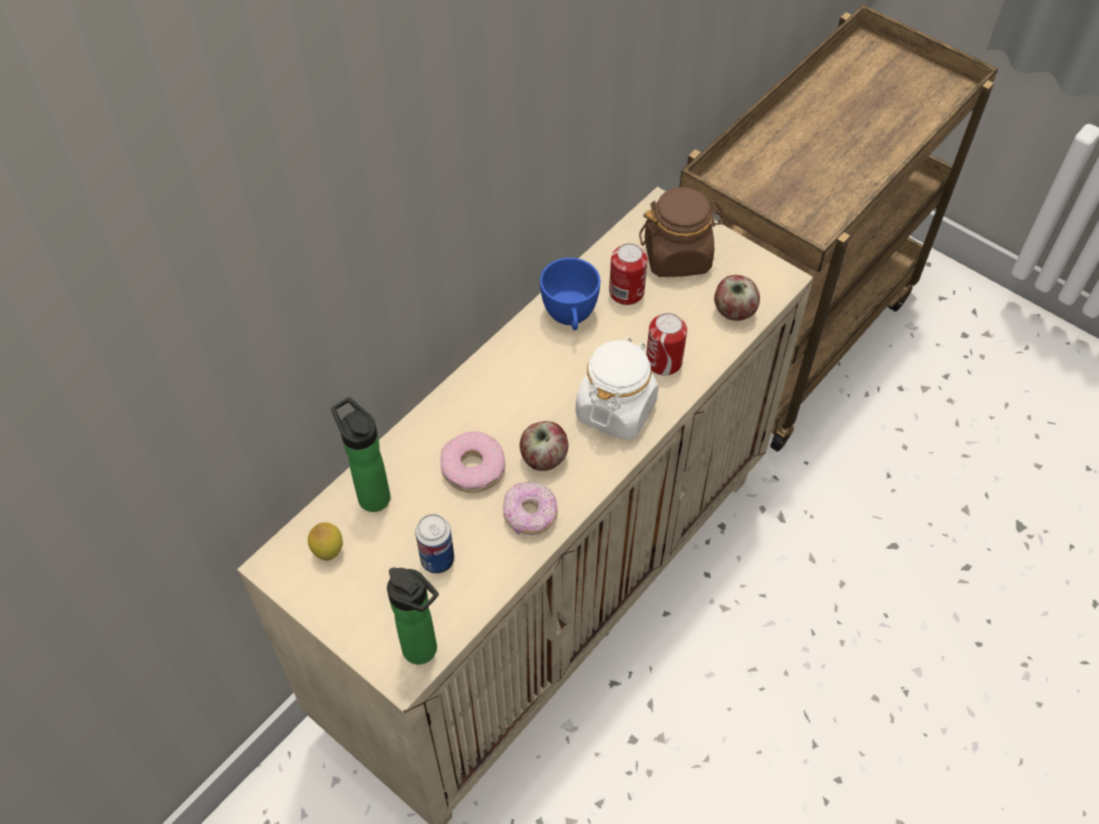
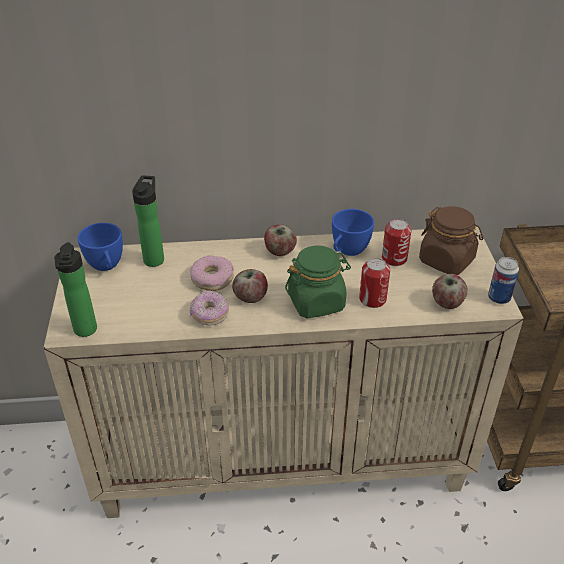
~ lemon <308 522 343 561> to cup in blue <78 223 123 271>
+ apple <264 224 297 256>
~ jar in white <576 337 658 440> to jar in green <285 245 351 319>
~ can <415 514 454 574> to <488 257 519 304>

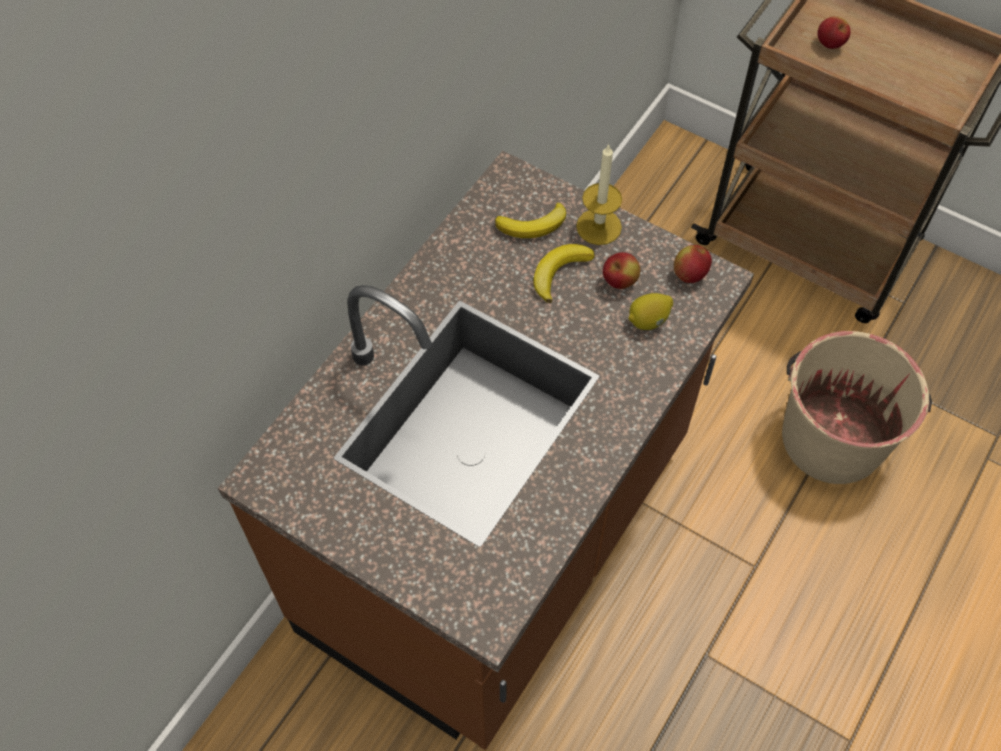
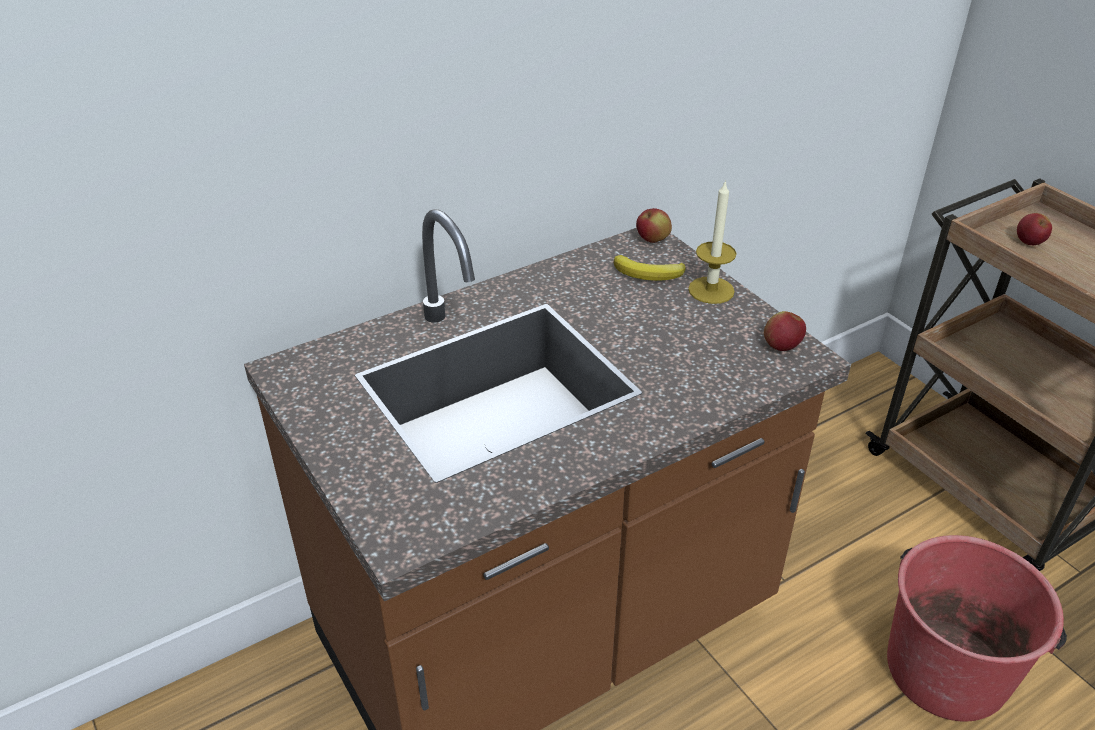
~ apple <603 252 641 289> to <636 208 672 243>
~ bucket in beige <782 331 932 484> to bucket in red <887 535 1067 721>
- banana <534 244 595 303>
- lemon <629 293 673 330>

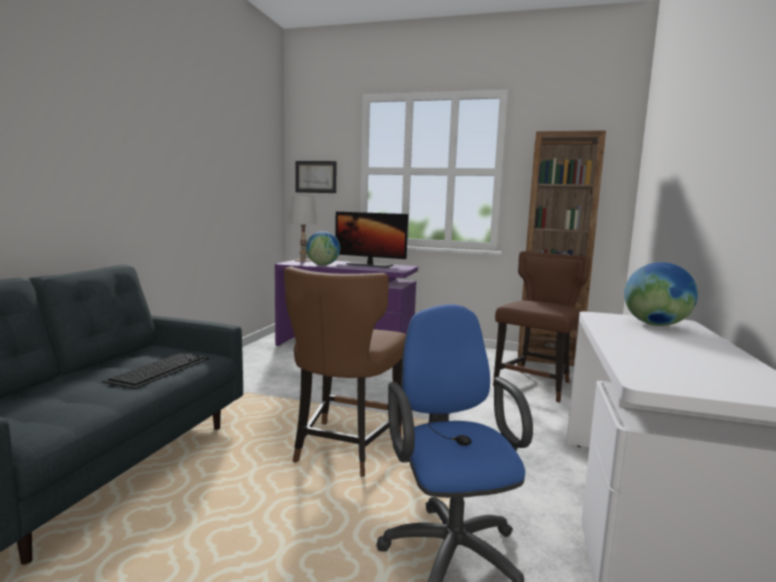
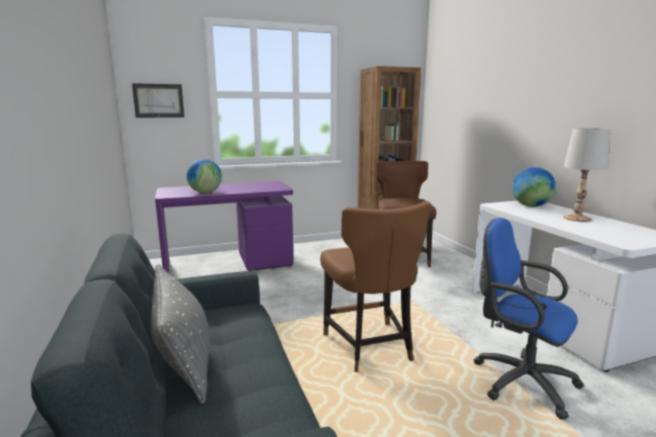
+ pillow in grey <150 264 210 404>
~ table lamp in white <290 196 317 262> to <564 128 610 222>
- keyboard <102 353 209 389>
- monitor <335 212 408 268>

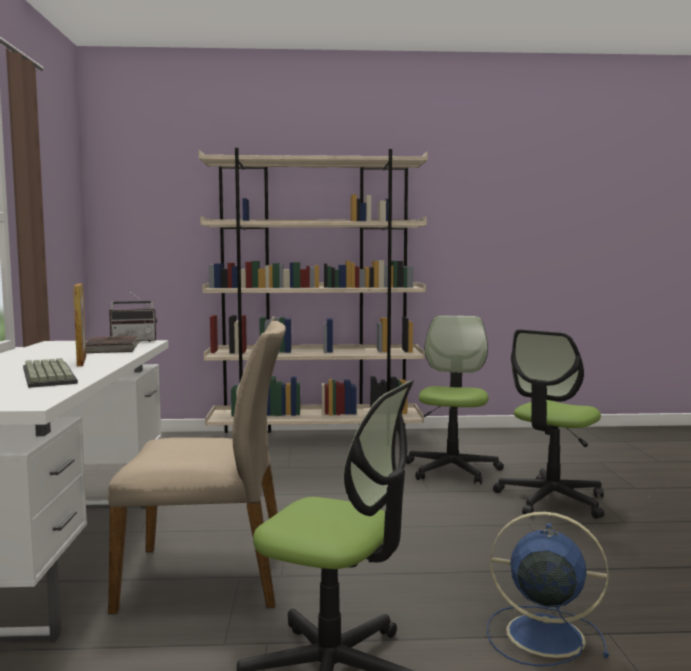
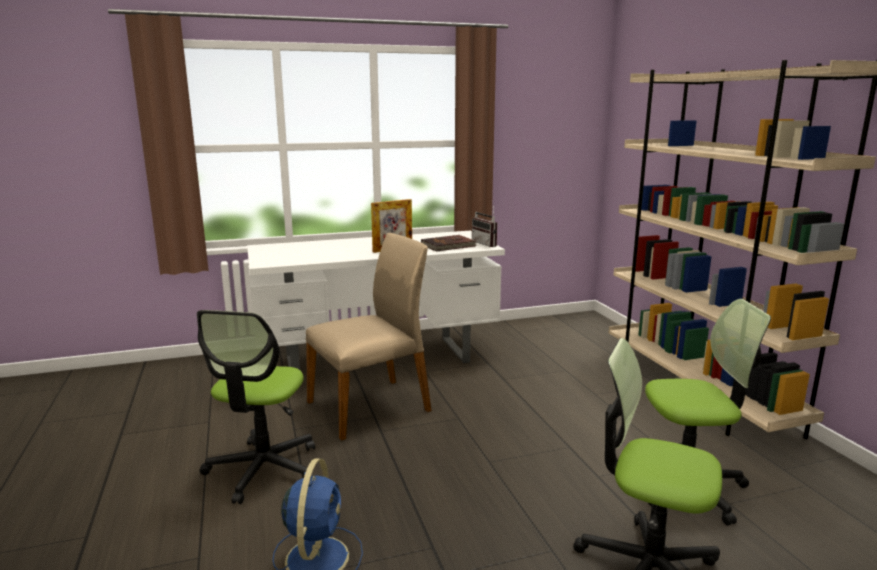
~ chair in beige <108 321 286 614> = <306 233 432 441> 105 degrees counterclockwise
- keyboard <23 358 78 388>

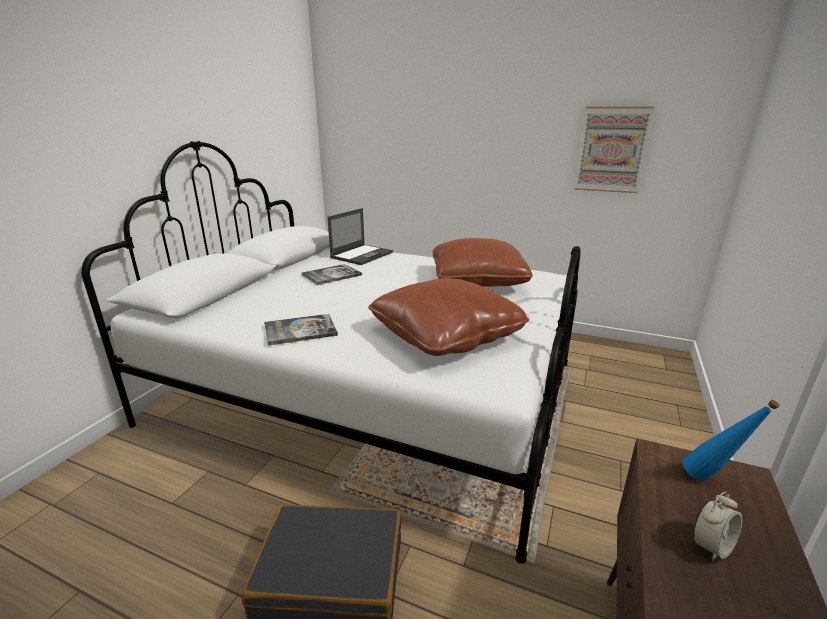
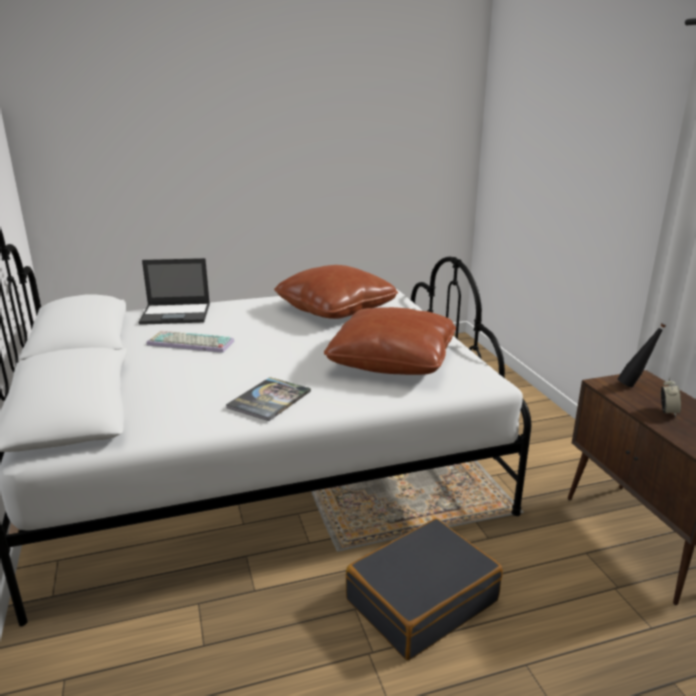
~ laptop <327 208 393 265> = <139 258 210 325> 90 degrees clockwise
~ book <301 264 362 285> to keyboard <146 331 234 353>
~ bottle in blue <682 400 780 481> to bottle in black <618 323 666 387>
- picture <574 106 654 193>

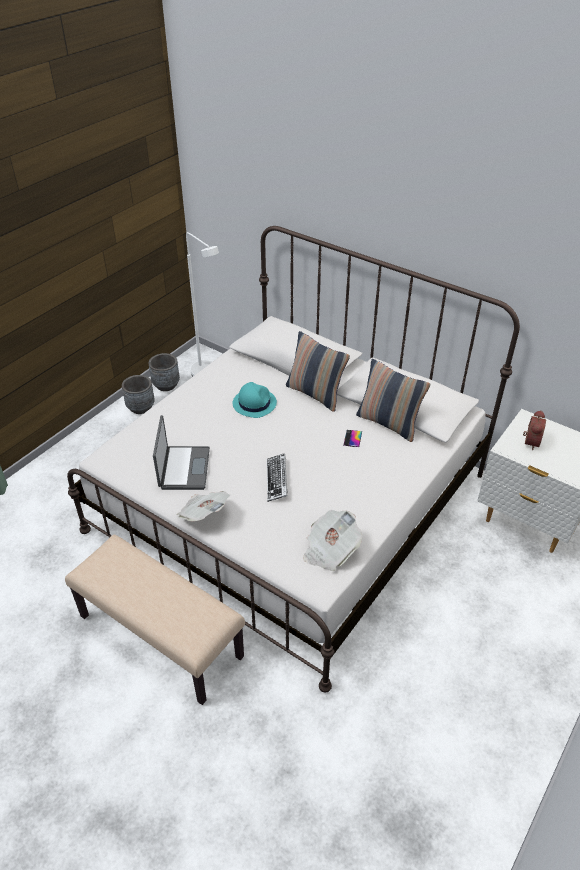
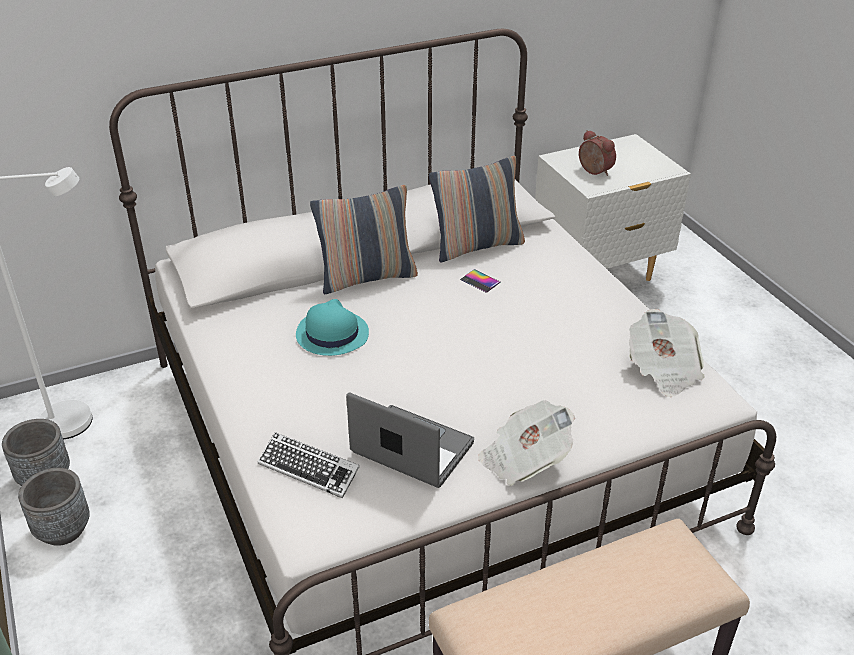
~ keyboard <266 453 288 502> to <257 432 360 498>

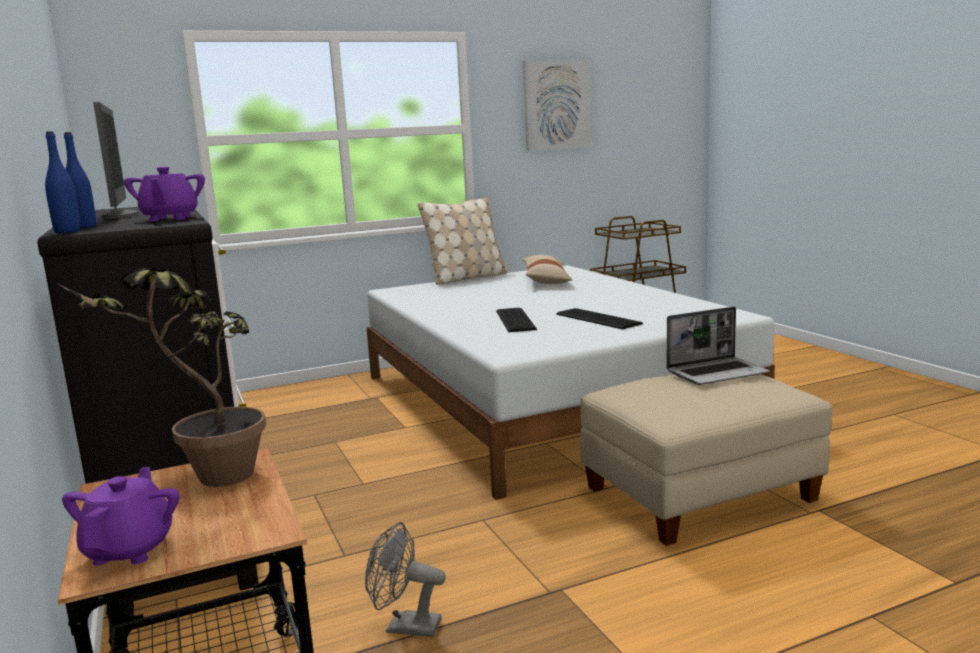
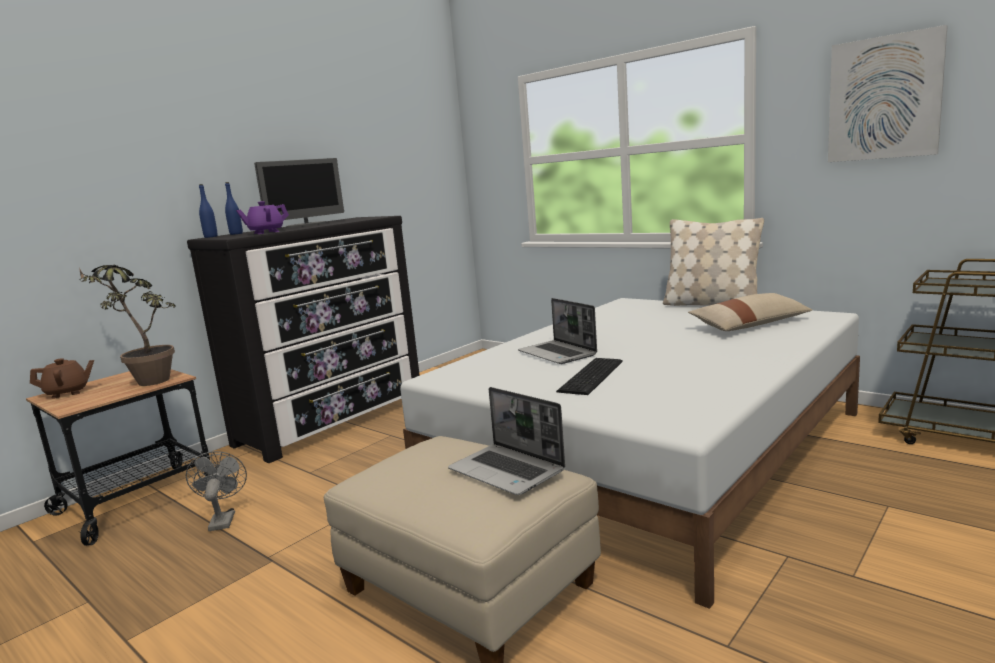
~ teapot in purple <62 467 179 566> to teapot in brown <30 358 94 399>
~ keyboard <496 308 537 332> to laptop <518 298 597 364>

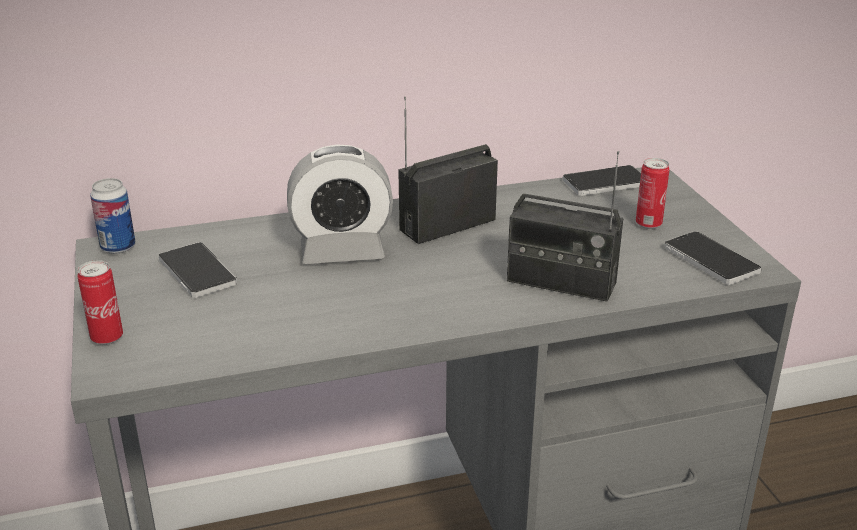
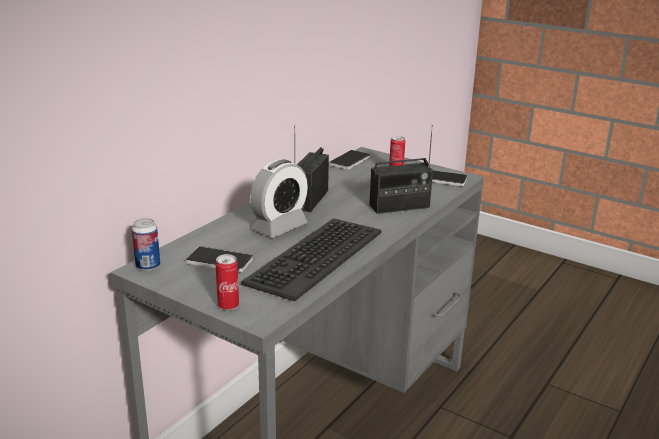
+ keyboard <241 218 382 301>

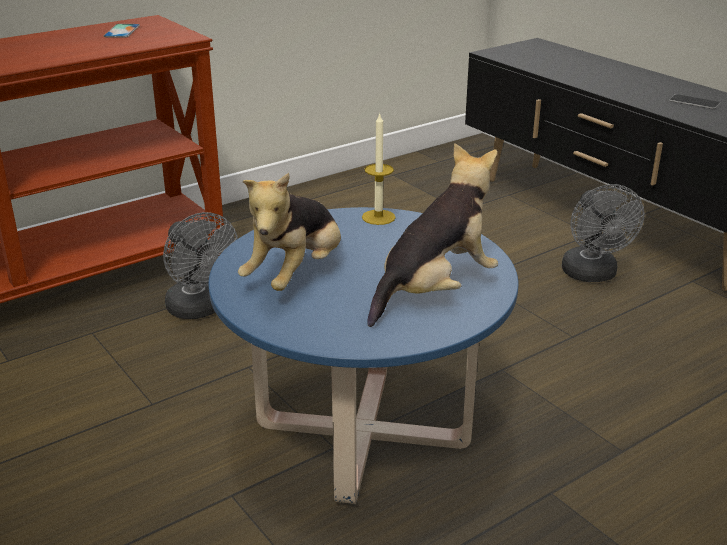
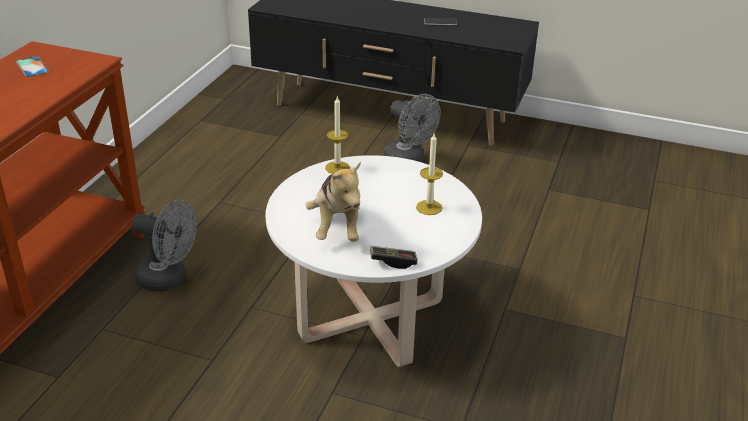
~ coffee table in blue <208 207 519 504> to coffee table in white <266 155 482 367>
+ game controller <370 246 418 269>
~ plush toy <367 143 498 327> to candle <416 134 443 215>

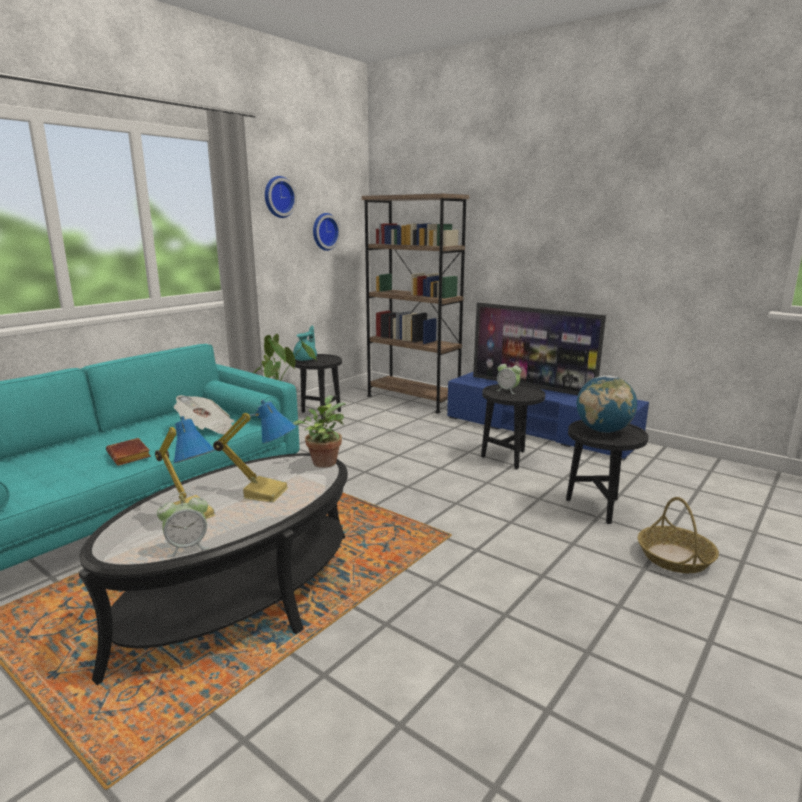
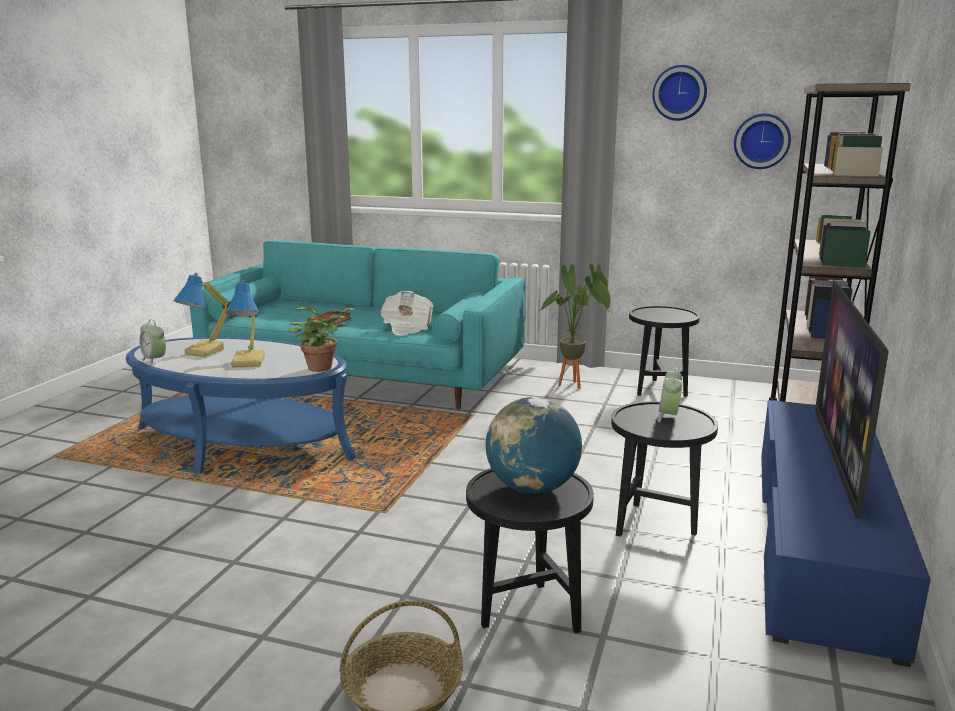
~ coffee table in black <79 453 348 685> to coffee table in blue <126 337 356 474>
- teapot in turquoise <293 326 317 361>

